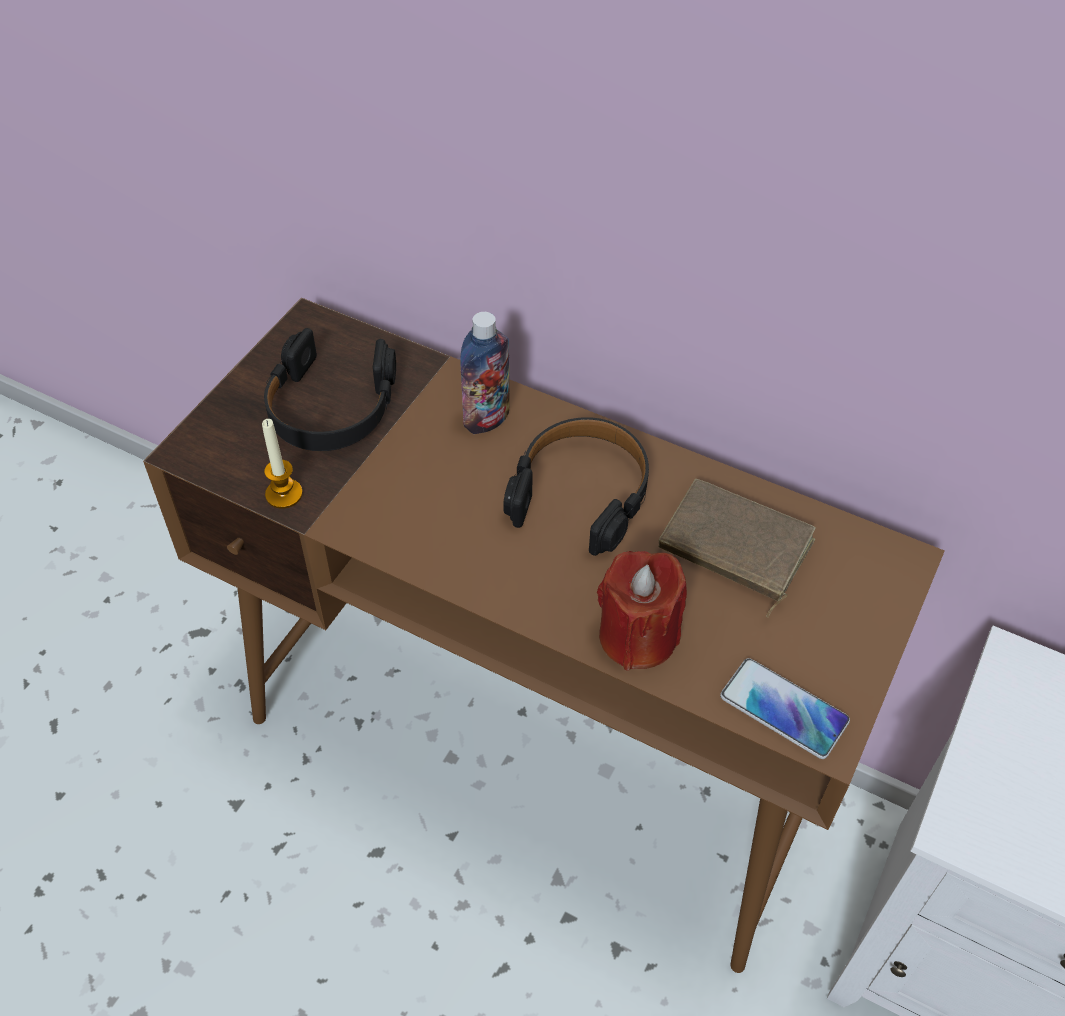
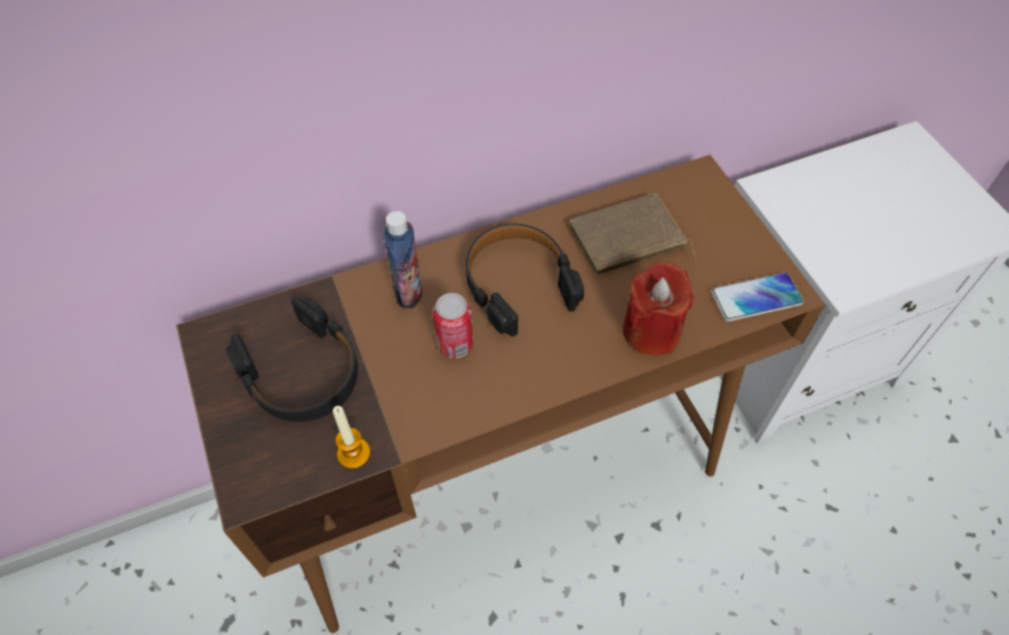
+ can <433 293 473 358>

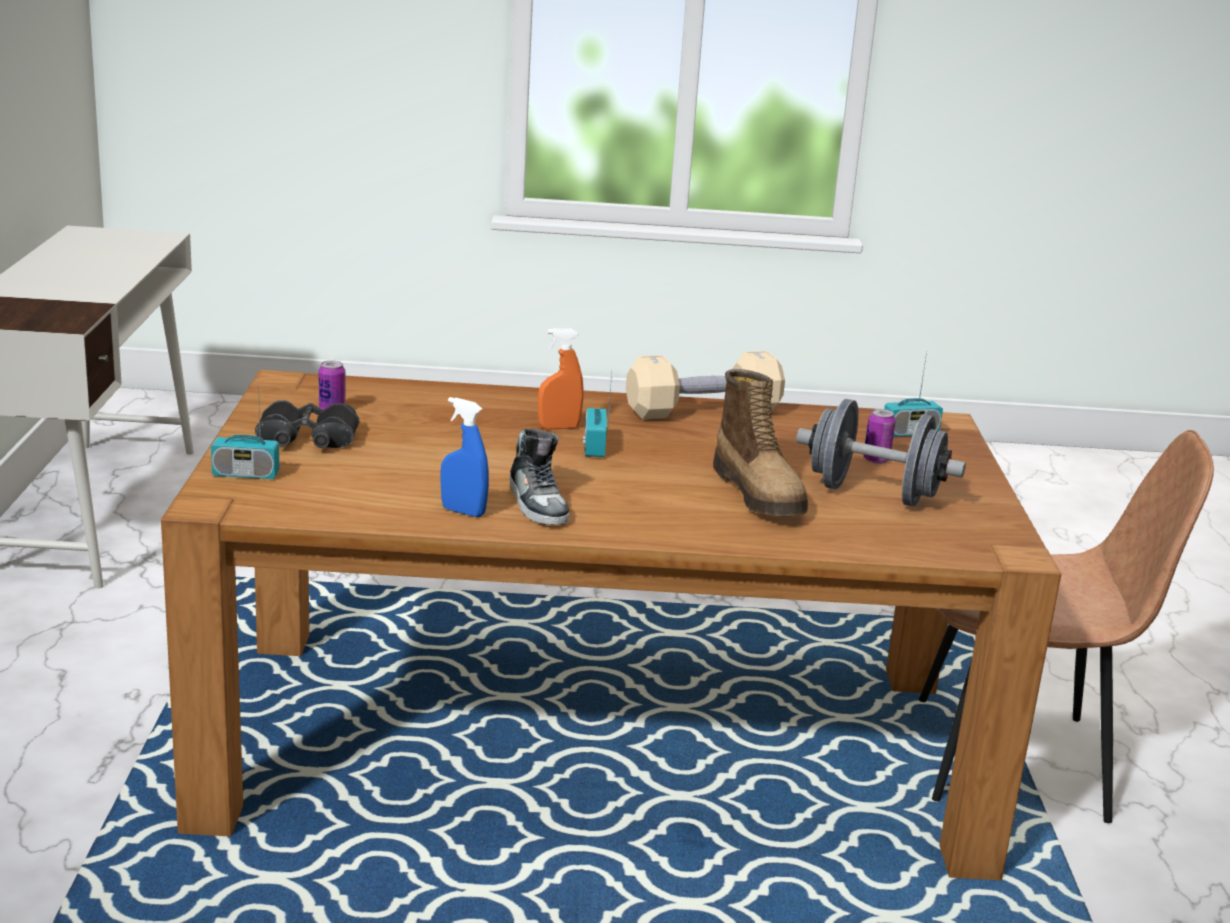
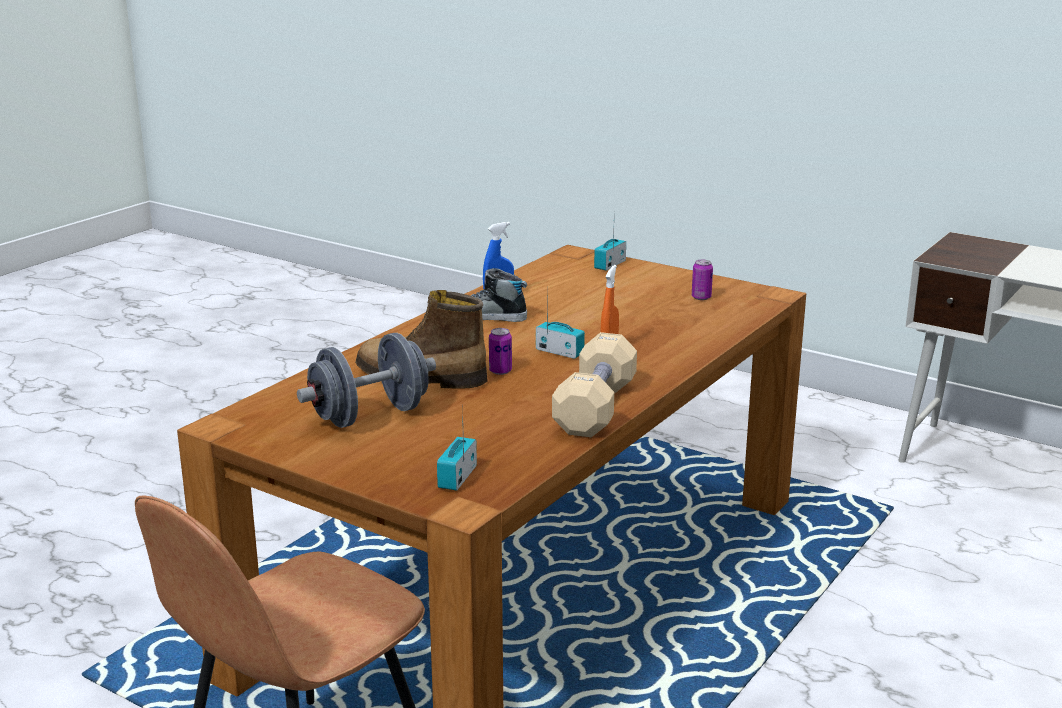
~ can <863 409 896 464> to <489 328 512 375>
- binoculars in black <255 400 359 448>

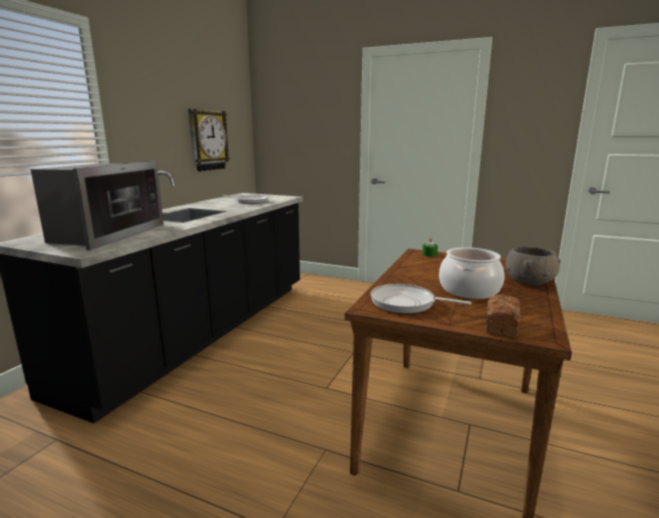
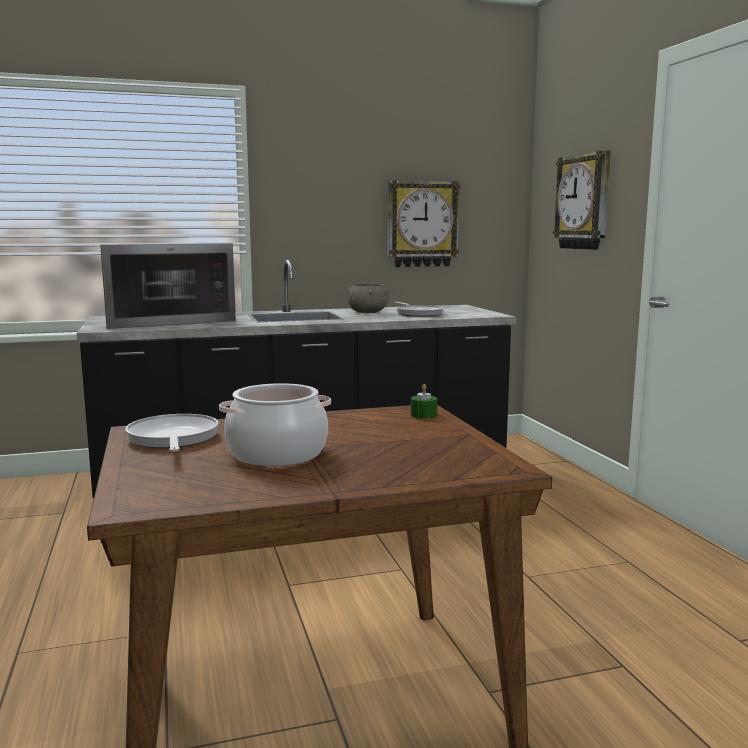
~ bowl in grey <506 246 561 286> to <347 284 389 313>
+ wall clock <553 150 611 250>
- bread <486 294 520 338>

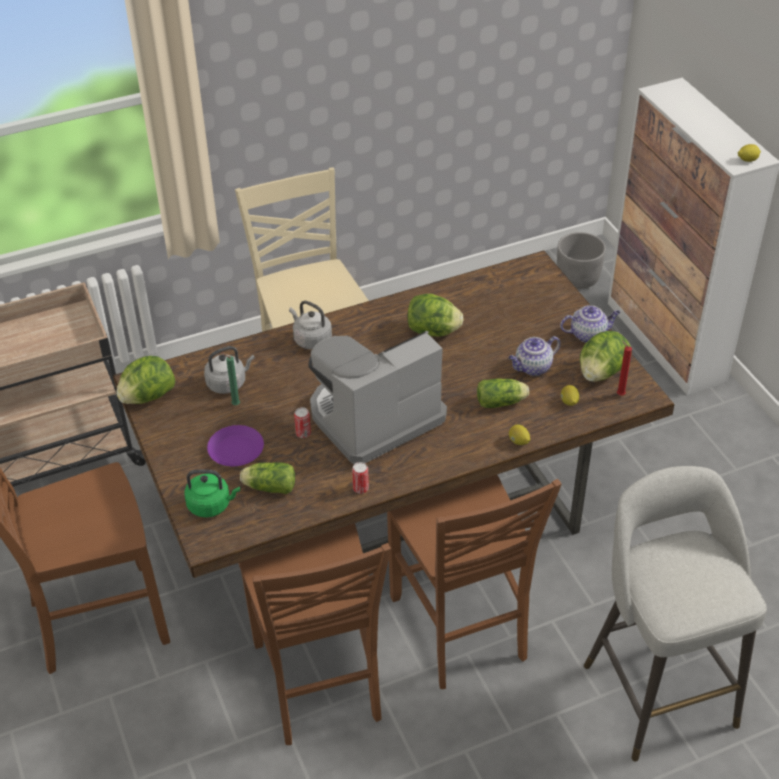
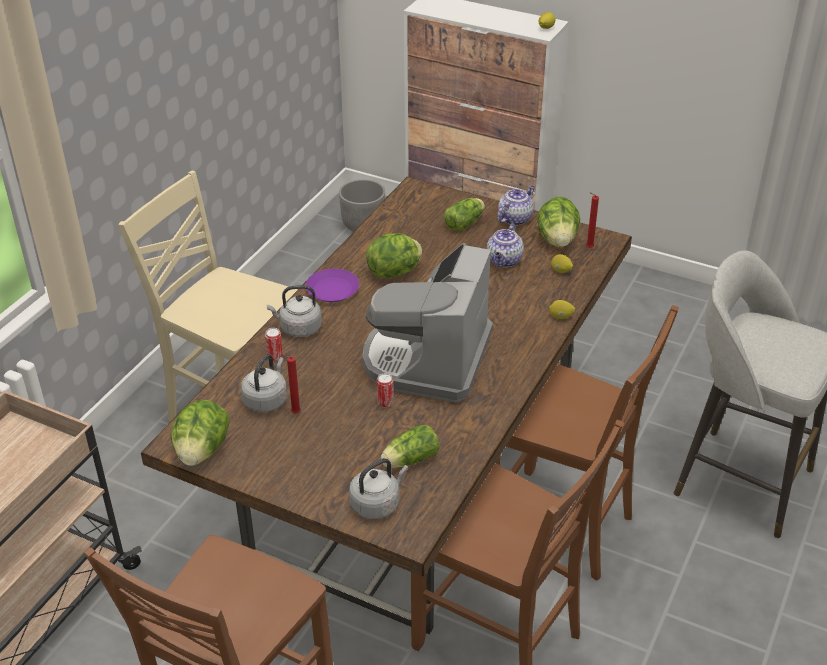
~ can <352 462 369 494> to <265 328 283 361>
~ candle in green <222 353 240 405> to candle in red <283 356 301 413>
~ plate in purple <207 425 264 466> to <305 269 359 302>
~ kettle in green <184 469 240 518> to kettle in grey <349 458 409 519>
~ lettuce <477 378 529 408> to <444 198 485 231>

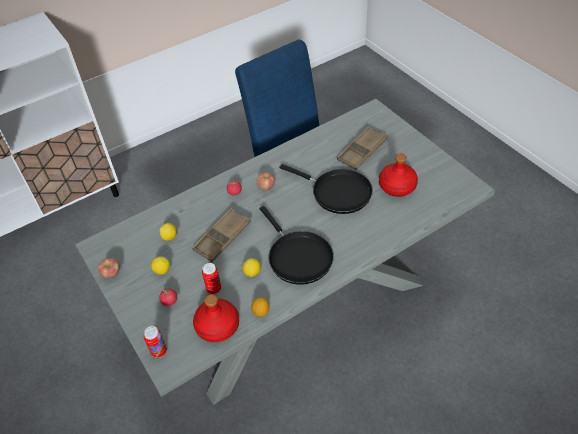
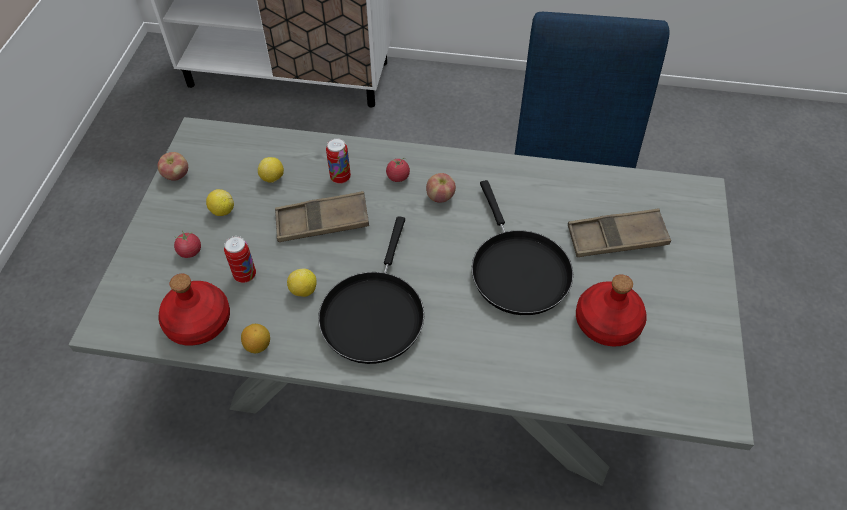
~ can <144 326 167 358> to <326 138 351 184>

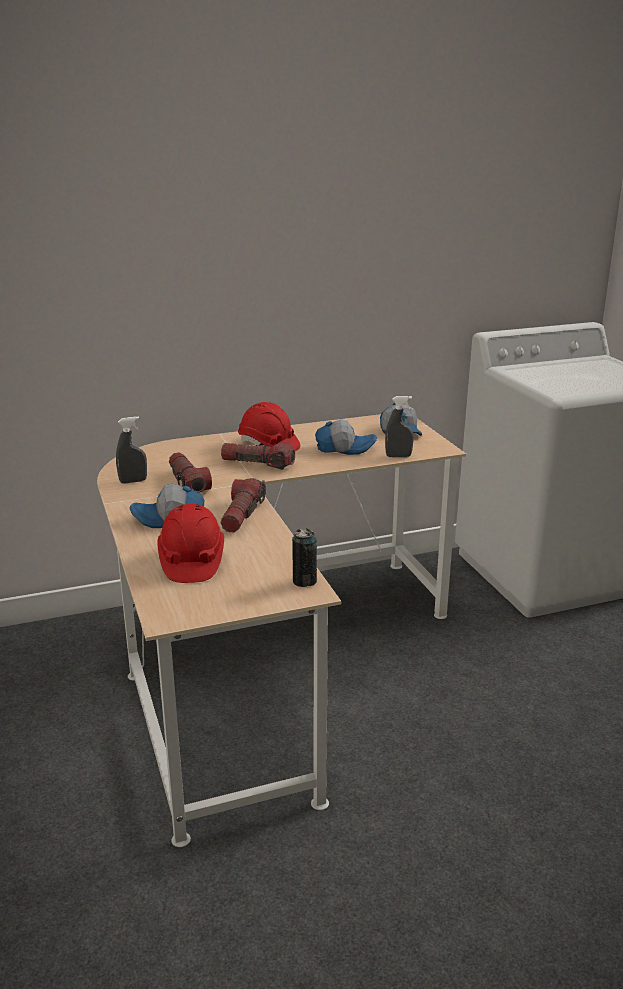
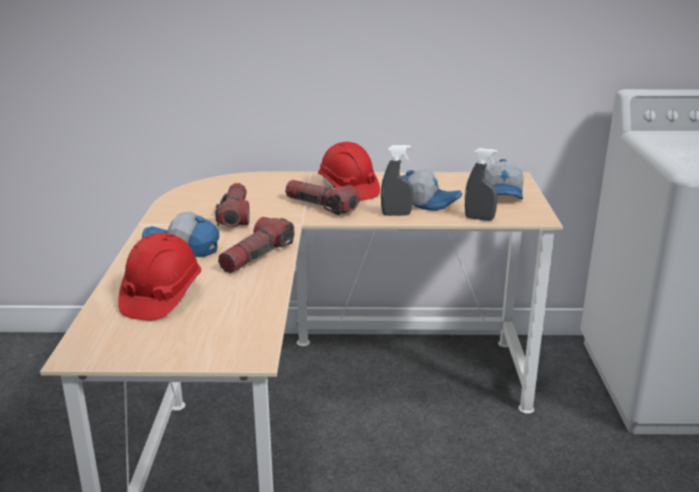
~ spray bottle in grey <116 417 147 484> to <381 145 413 216>
- can <292 529 317 587>

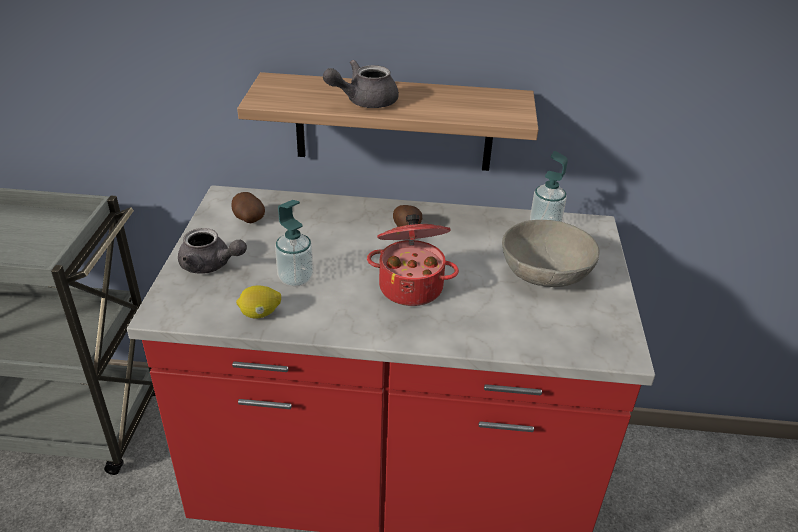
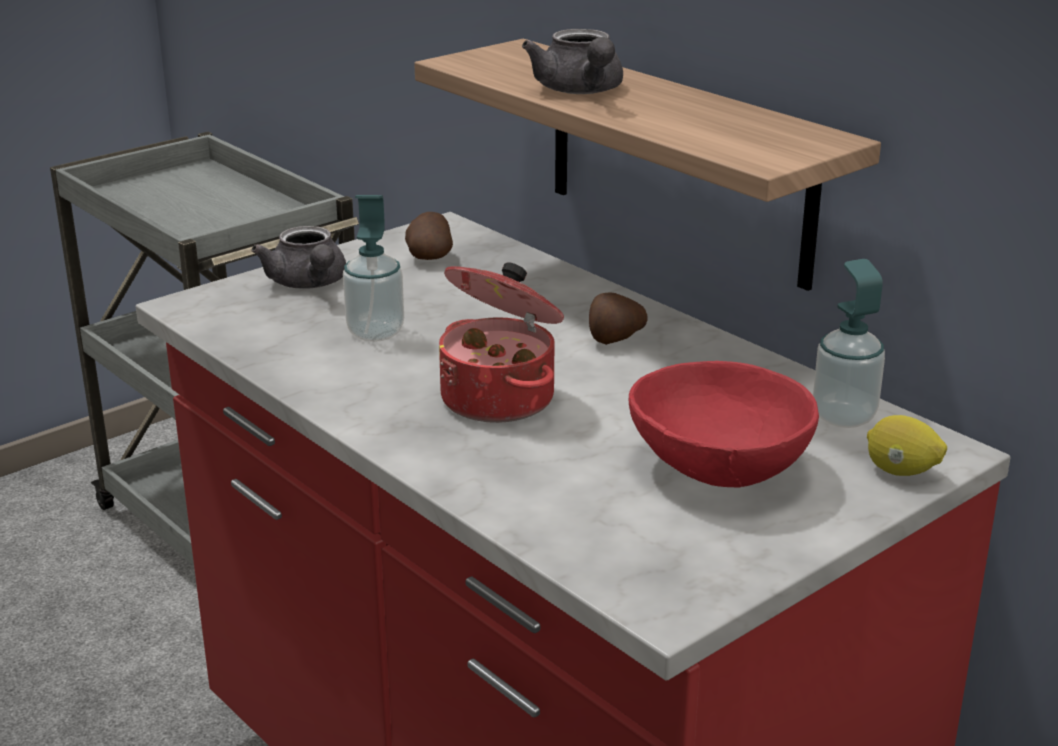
~ teapot in grey <323 60 399 108> = <522 29 623 94> 120 degrees counterclockwise
~ bowl in grey <502 220 600 287> to bowl in red <629 361 819 487>
~ lemon <236 286 281 319> to <867 415 947 476>

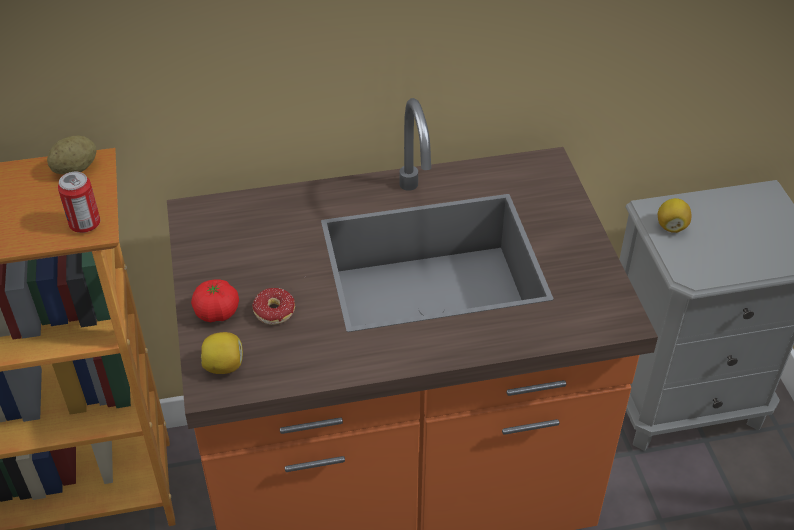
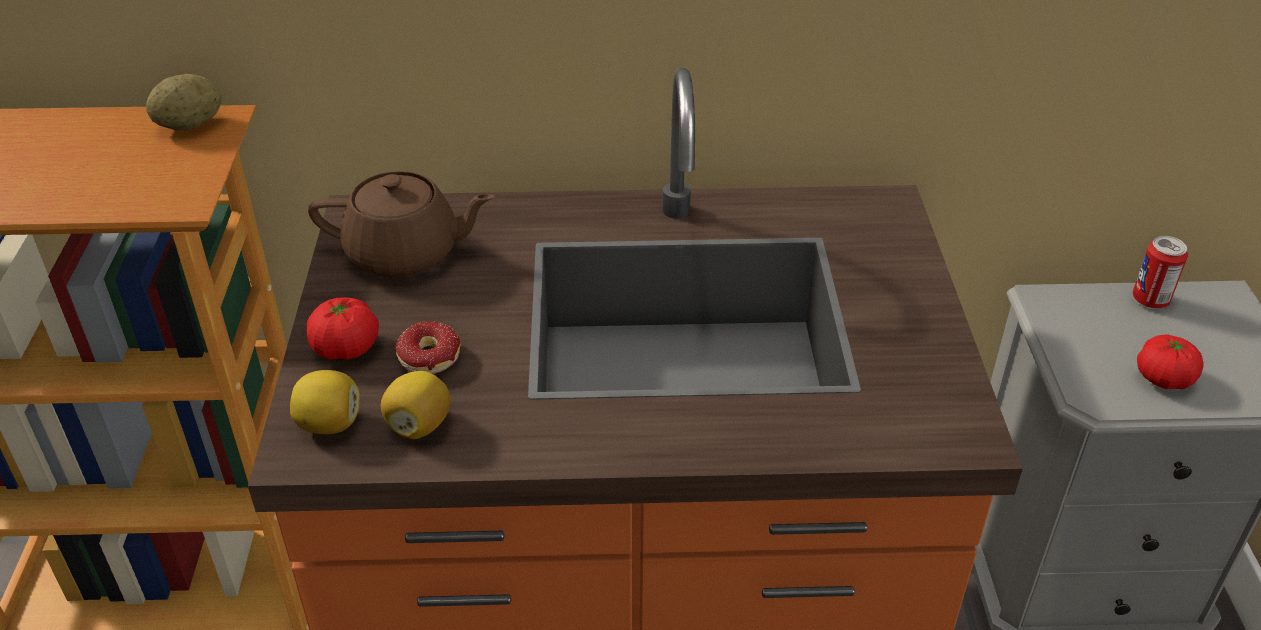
+ teapot in brown <308 171 495 277>
~ lemon <658 198 691 233> to <381 371 450 439>
~ can <58 172 100 233> to <1132 236 1188 308>
+ tomato <1137 334 1204 389>

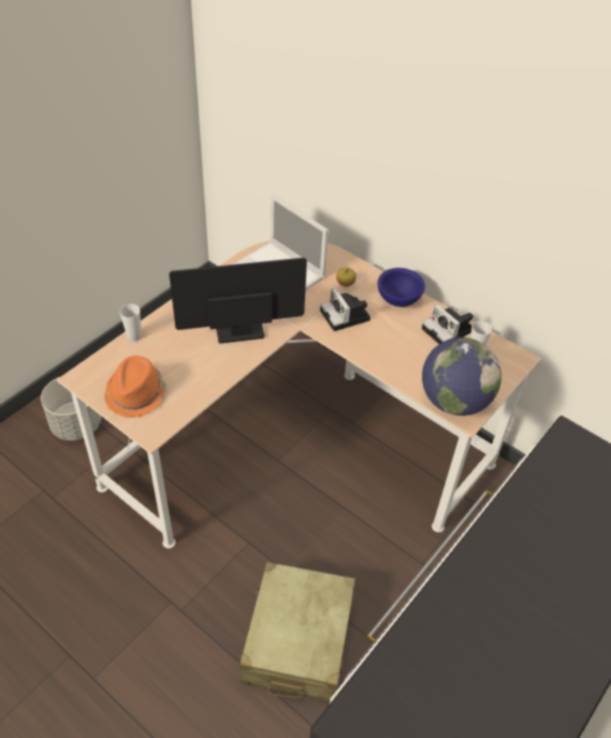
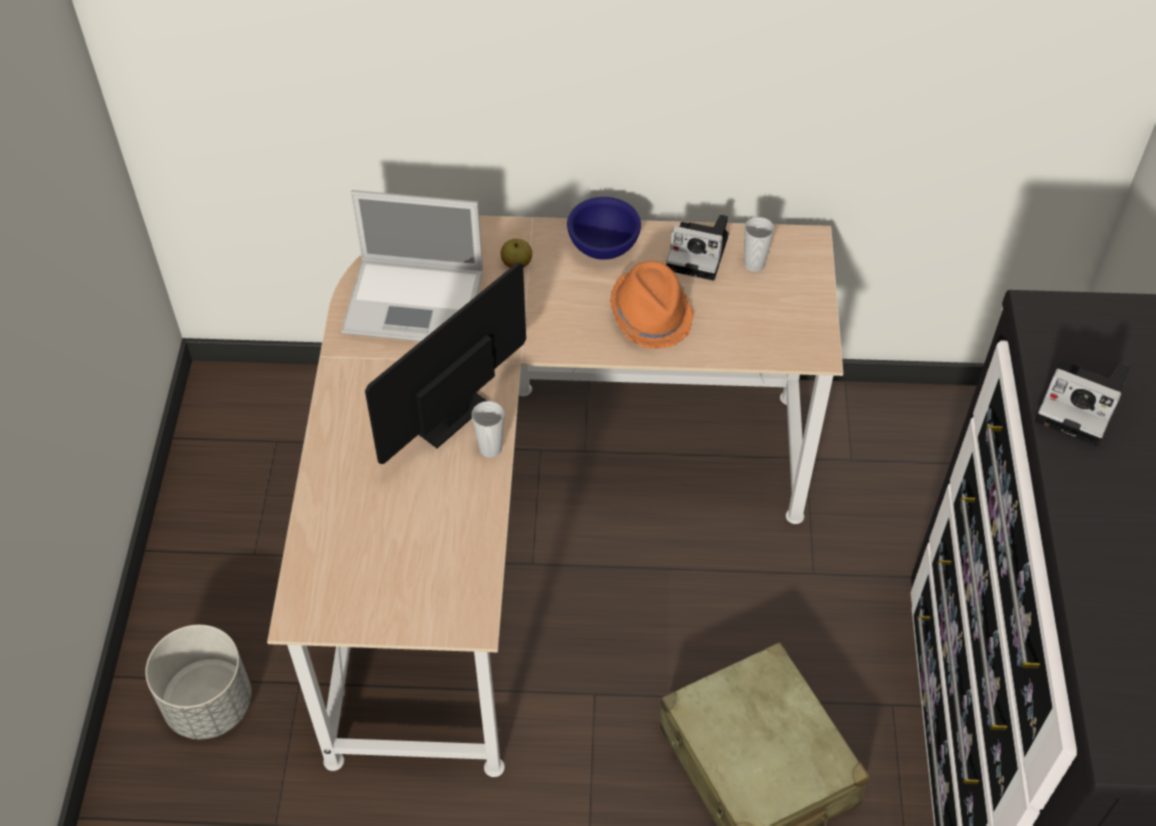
~ cup <120 304 141 341> to <472 401 504 458>
~ hat in orange <104 356 166 418> to <610 261 694 349>
~ photo camera <320 288 370 331> to <1035 361 1130 446>
- globe <422 337 502 416>

